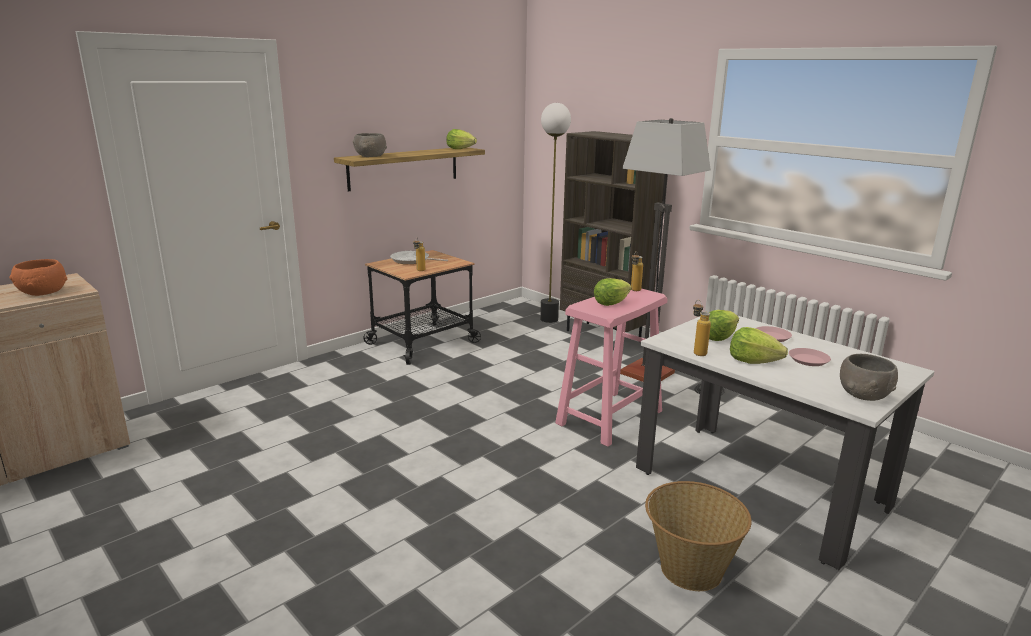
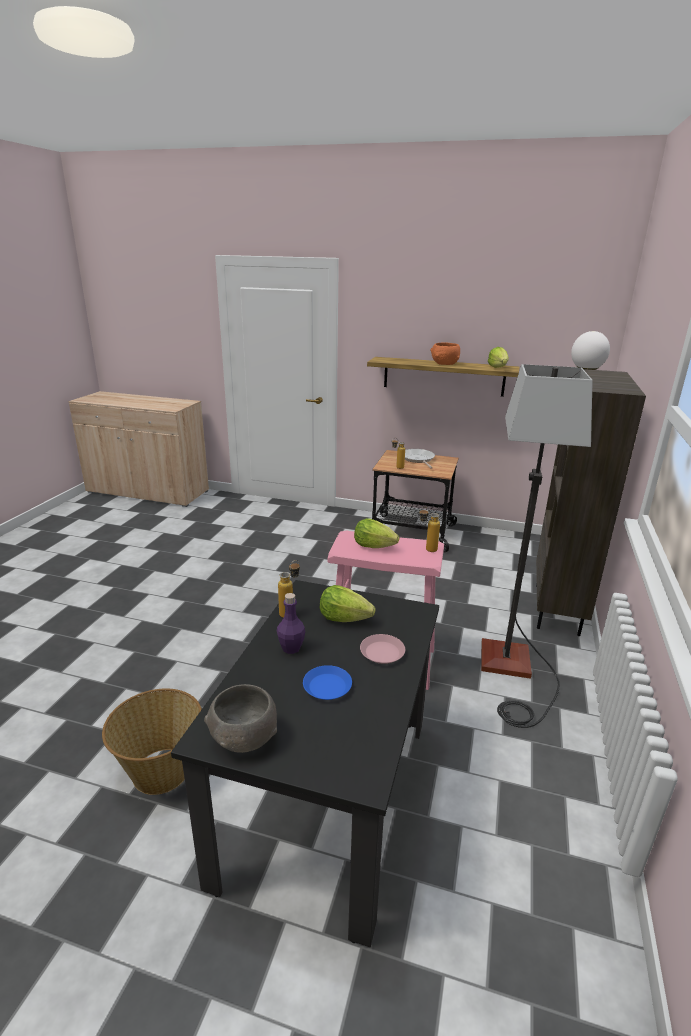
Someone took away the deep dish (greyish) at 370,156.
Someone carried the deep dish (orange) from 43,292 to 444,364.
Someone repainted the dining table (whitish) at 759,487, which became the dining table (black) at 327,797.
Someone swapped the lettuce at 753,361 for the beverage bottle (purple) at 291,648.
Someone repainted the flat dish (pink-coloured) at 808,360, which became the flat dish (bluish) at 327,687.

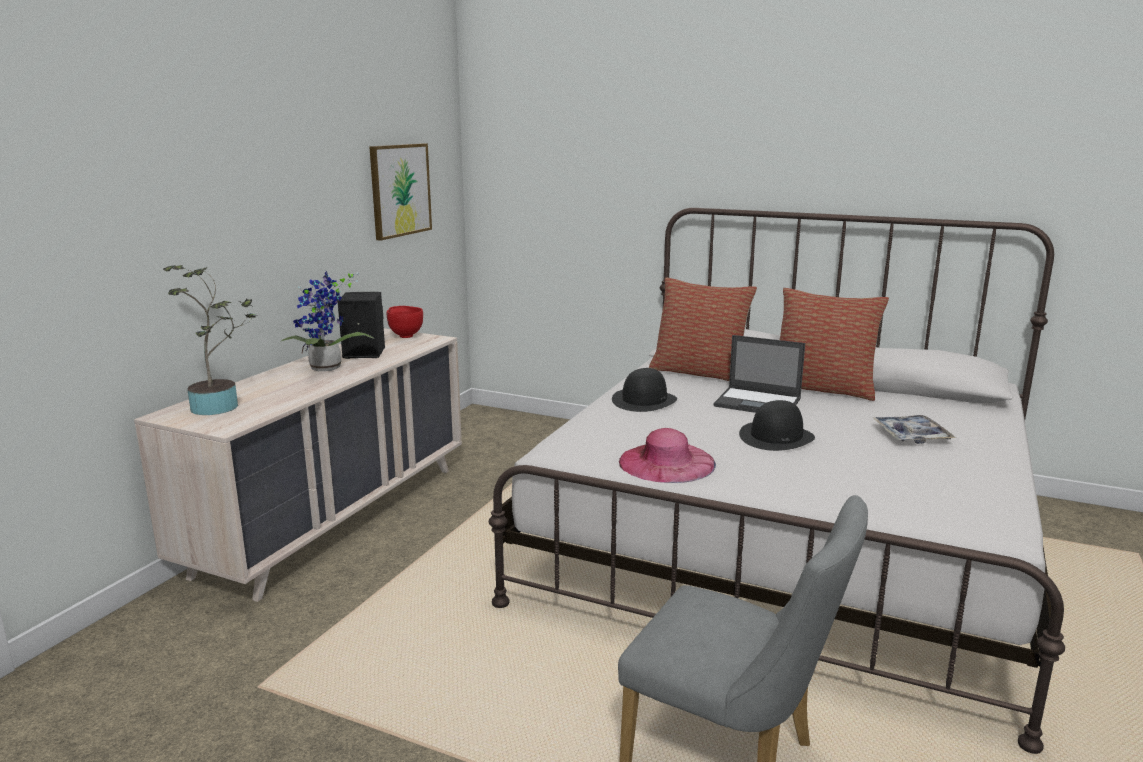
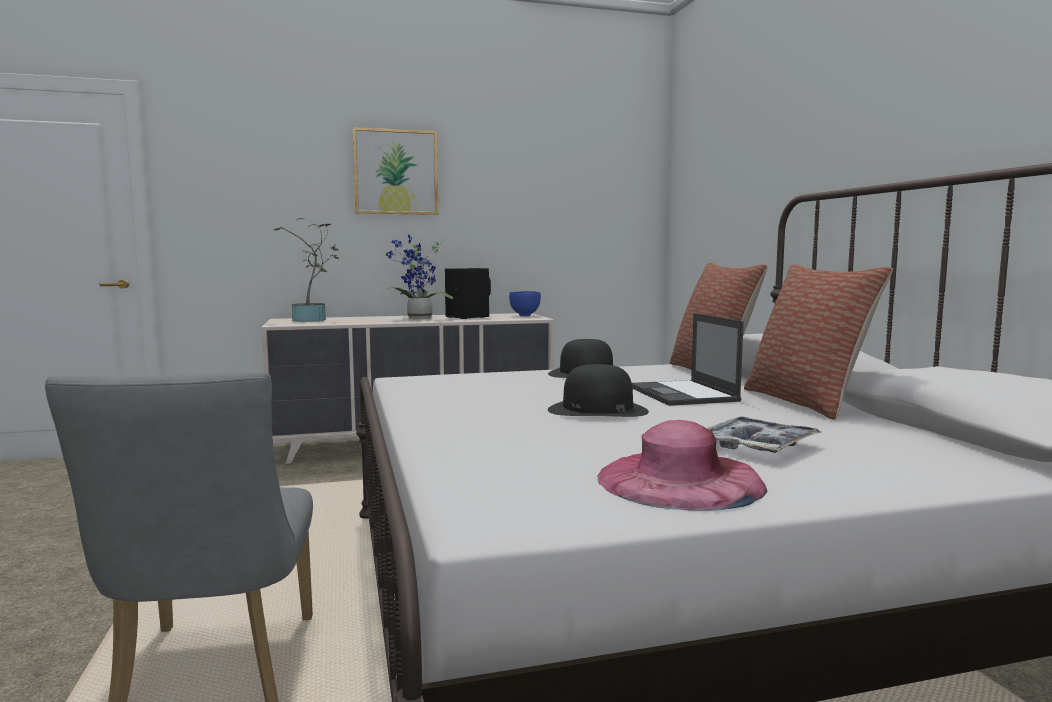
Someone carried the picture from 400,190 to 396,172.
Someone repainted the deep dish (reddish) at 405,336, which became the deep dish (bluish) at 525,315.
Someone carried the clothing hat (pink-coloured) from 666,462 to 680,480.

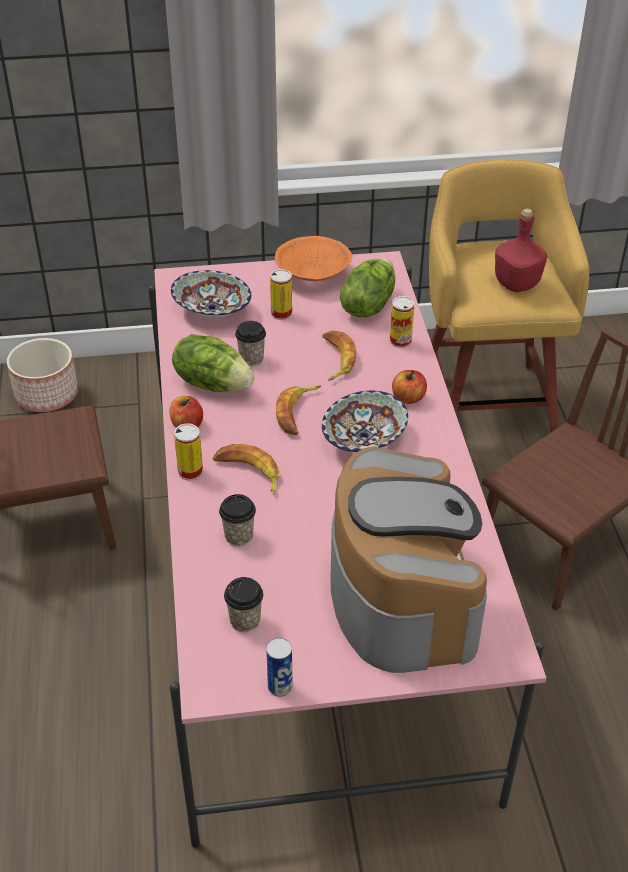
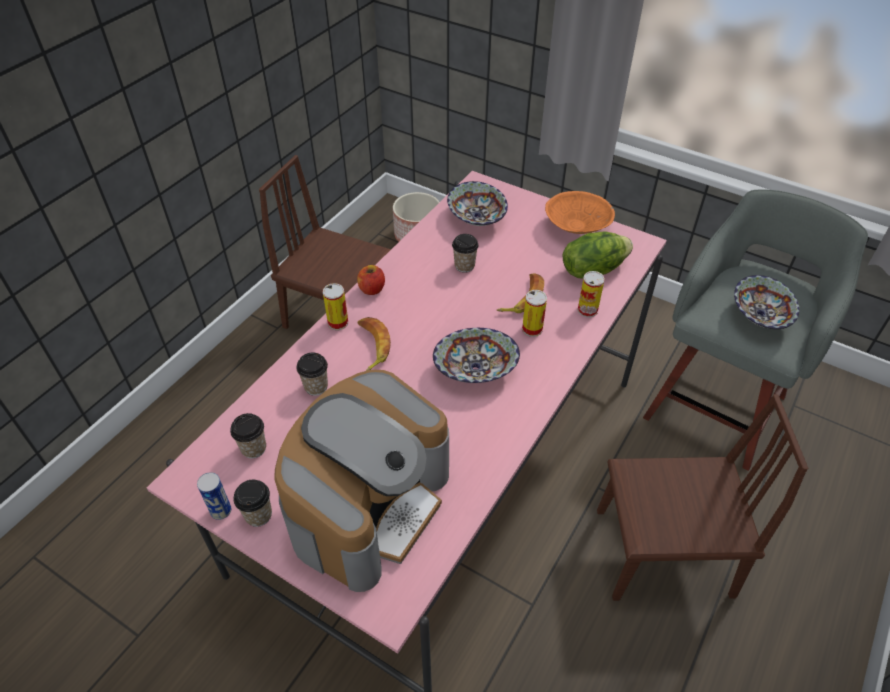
Someone repainted the stool (yellow-coloured) at 487,401, which became the stool (greyish) at 717,404.
Someone swapped the beverage bottle (reddish) at 516,283 for the deep dish at 759,315.
Someone carried the metal can from 281,313 to 532,329.
Someone took away the lettuce at 213,383.
Someone took away the apple fruit at 408,398.
Someone took away the banana at 297,413.
Someone put down the cup at 258,515.

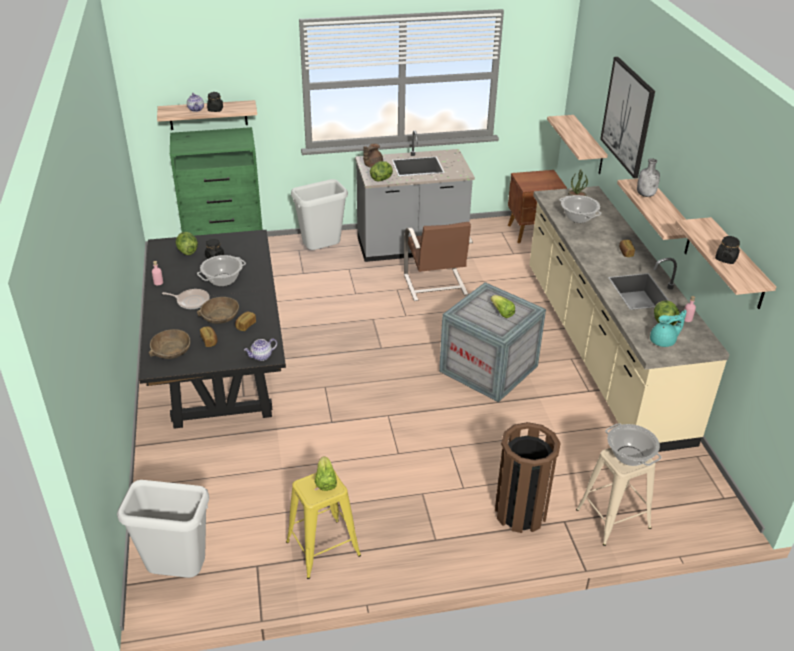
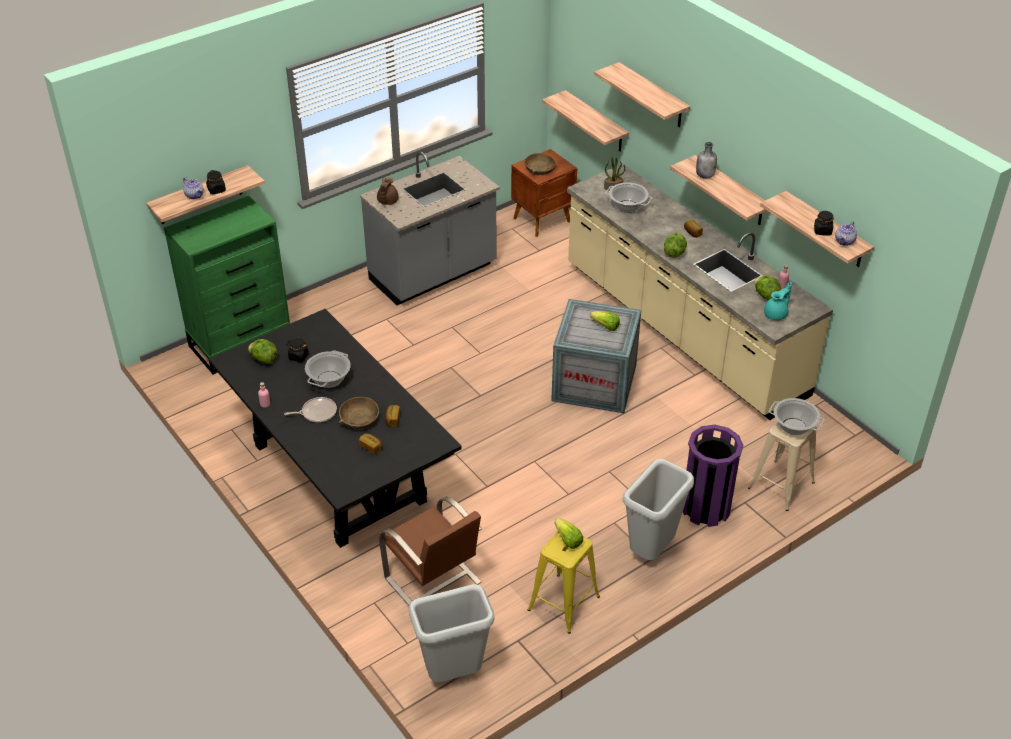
Someone swapped the picture at 627,116 for the bracket shelf at 652,96.
Someone carried the lettuce from 382,179 to 674,253.
Someone carried the rubbish bin (greyish) from 321,252 to 651,552.
Someone carried the upright chair (brown) from 435,285 to 433,582.
Someone carried the deep dish (brown) from 171,350 to 539,169.
Someone carried the tea pot from 261,356 to 844,241.
Someone repainted the rubbish bin (brown) at 520,512, which became the rubbish bin (purple) at 705,508.

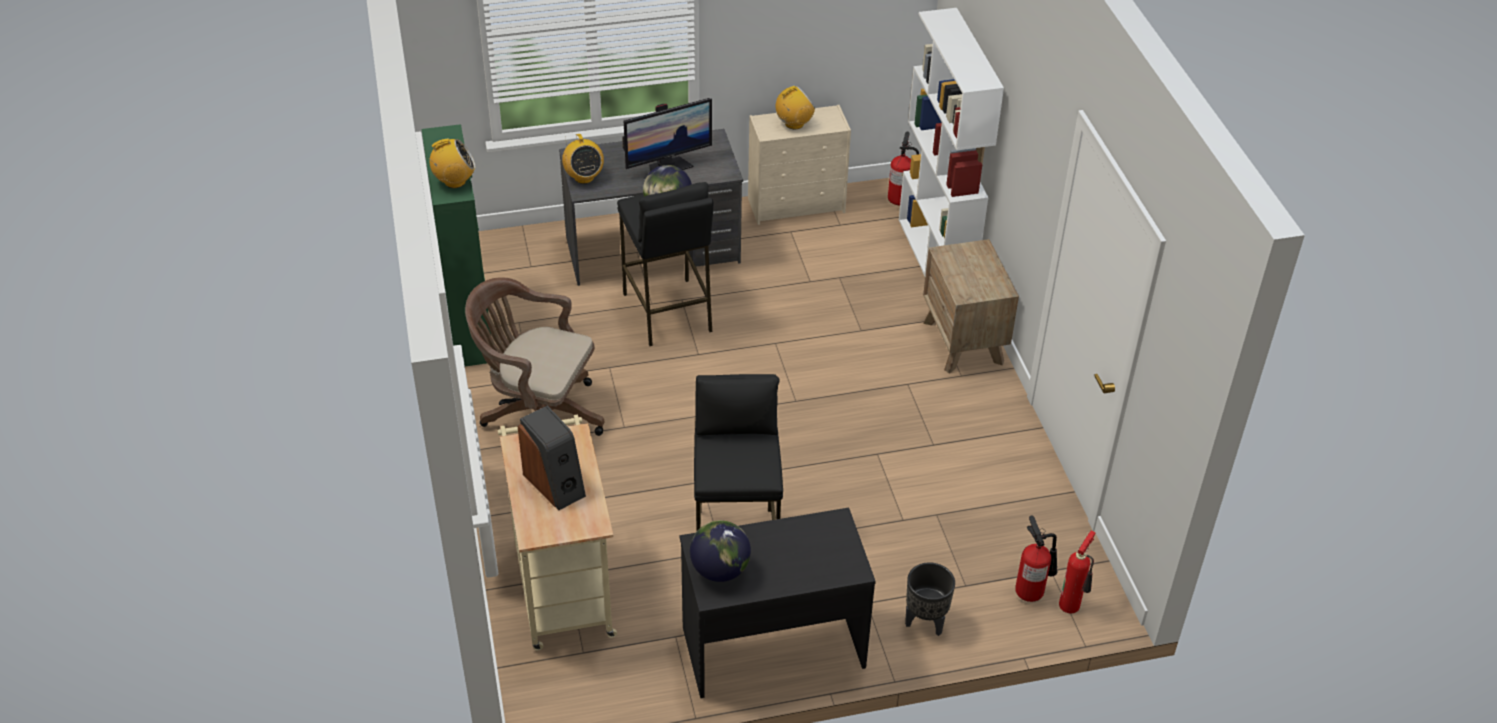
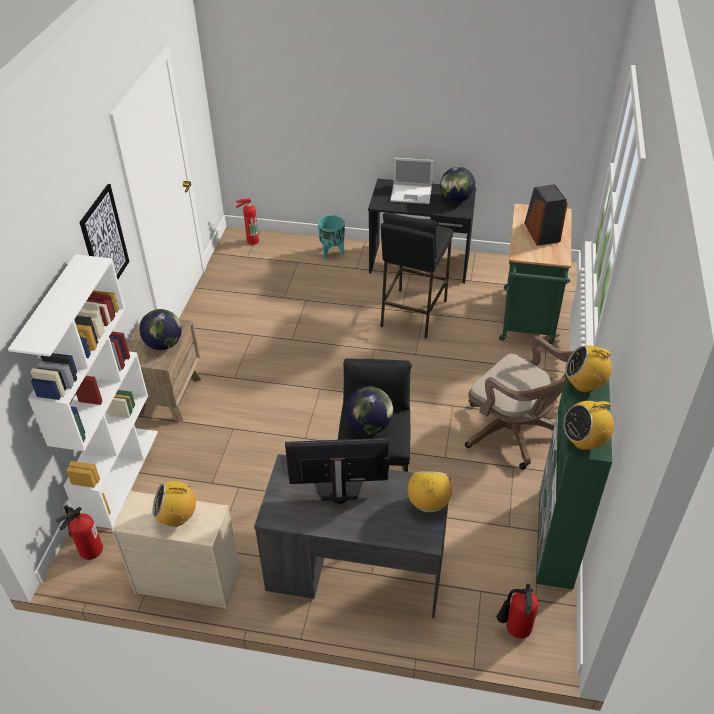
Someone repainted the wheeled cart (beige-coloured) at 562,584, which became the wheeled cart (green) at 527,321.
Someone carried the extinguisher from 1032,591 to 514,630.
Someone repainted the plant pot (black) at 925,622, which became the plant pot (turquoise-coloured) at 332,253.
Someone put down the portable computer at 412,194.
Someone put up the picture at 104,243.
Someone put down the desk globe at 164,344.
Someone put down the radio receiver at 584,441.

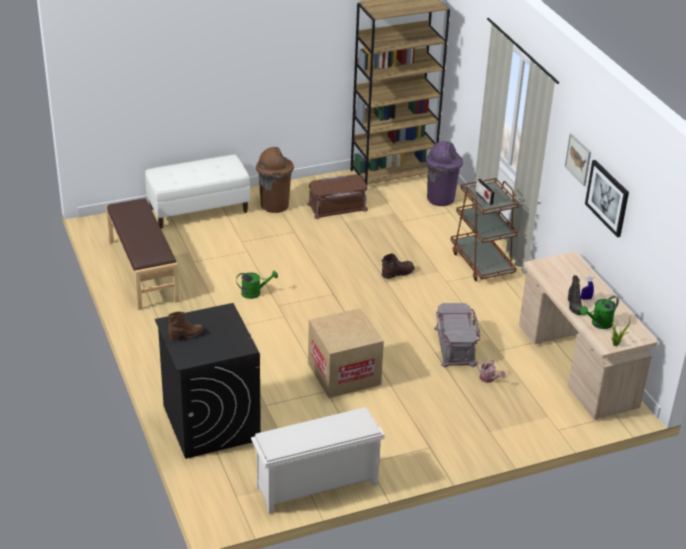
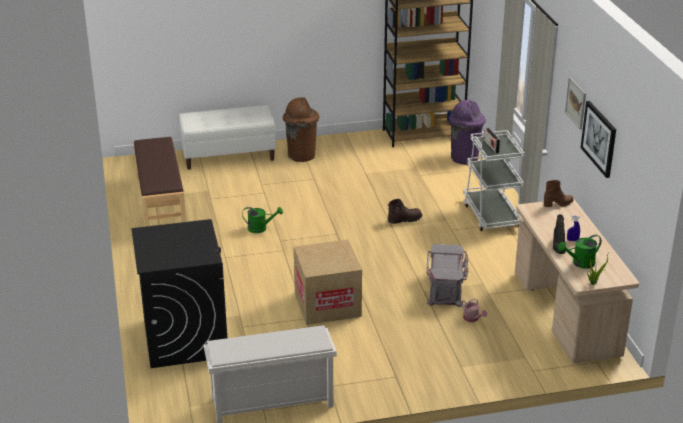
Someone took away the storage container (brown) at 337,206.
Someone repainted the wheeled cart (brown) at 482,262, which became the wheeled cart (whitish) at 491,215.
Someone carried the high-top boot (brown) from 186,335 to 558,204.

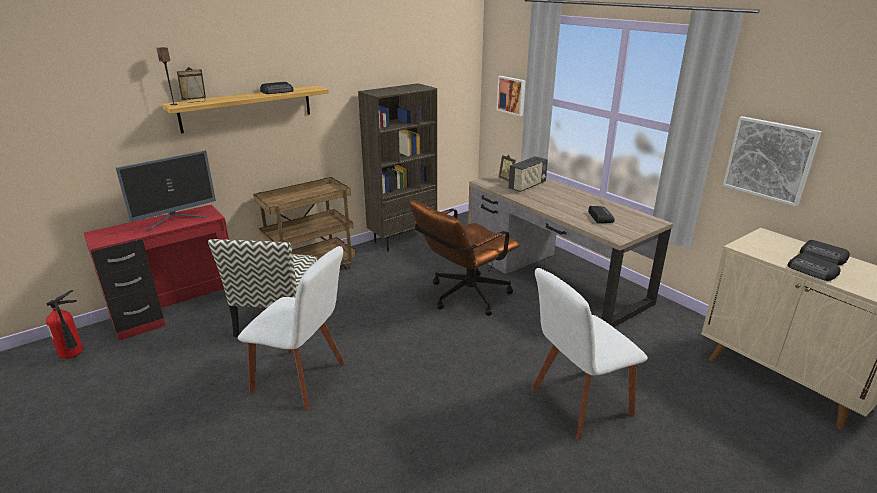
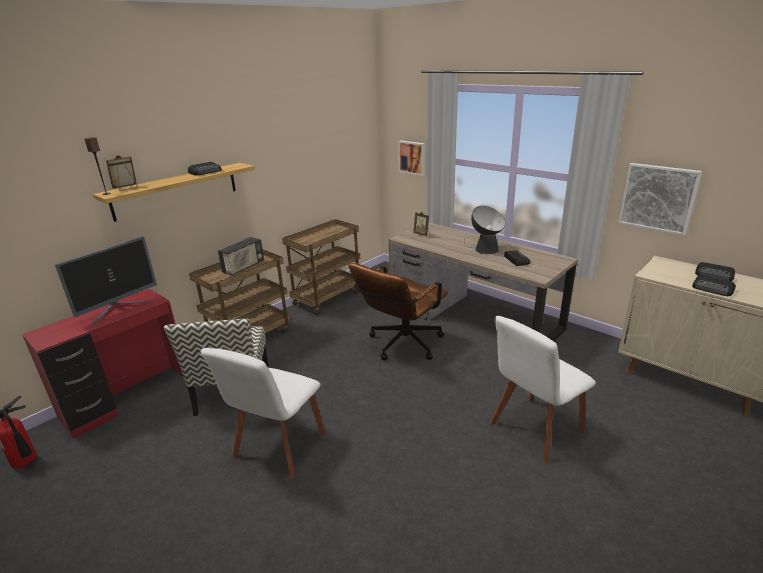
Someone swapped the shelving unit (brown) at 403,239 for the wheeled cart (brown) at 327,297.
Someone carried the radio receiver from 527,186 to 244,267.
Someone rotated the upright chair (whitish) at 303,379 by 105 degrees clockwise.
Someone put down the lamp for a table at 483,248.

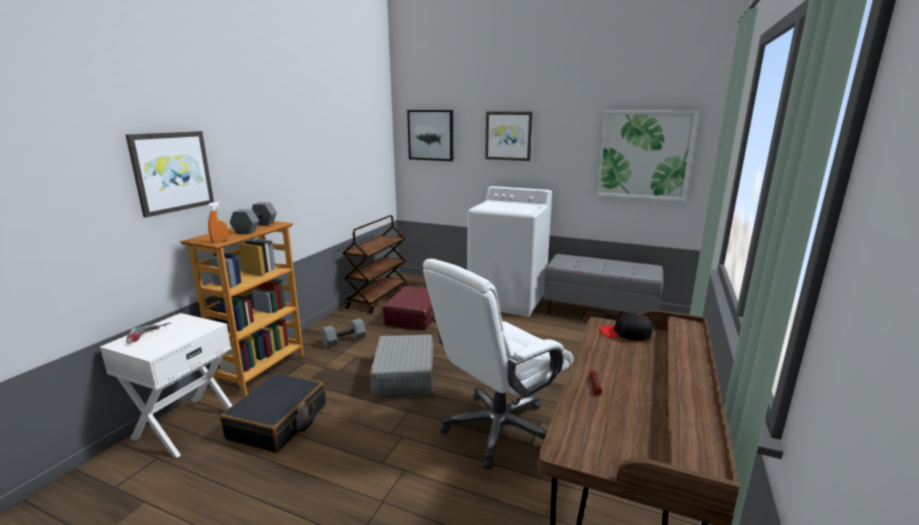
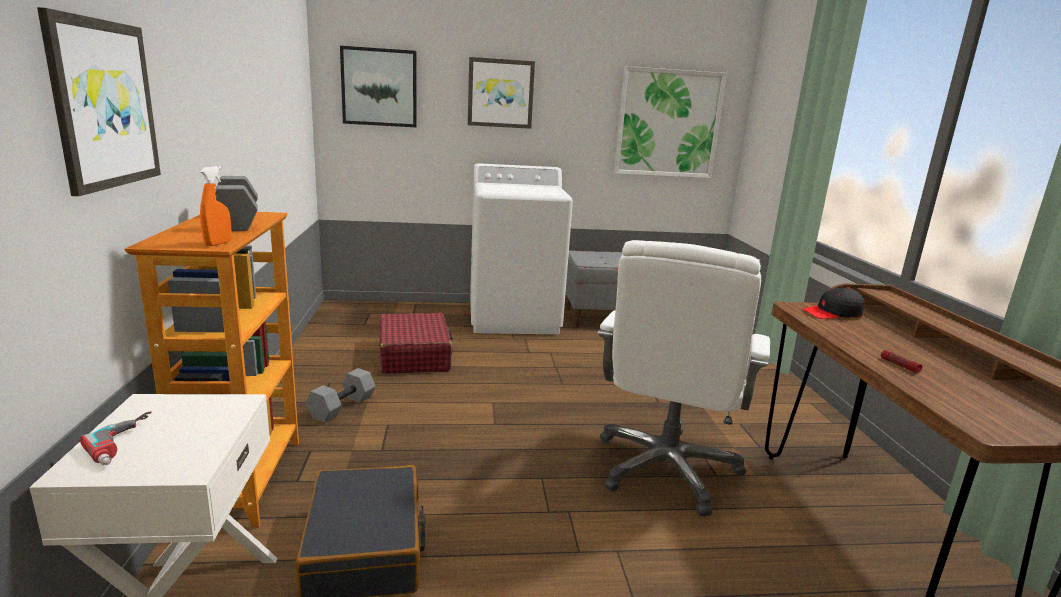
Someone took away the wheeled cart (brown) at 378,297.
Someone took away the piece of luggage (greyish) at 404,376.

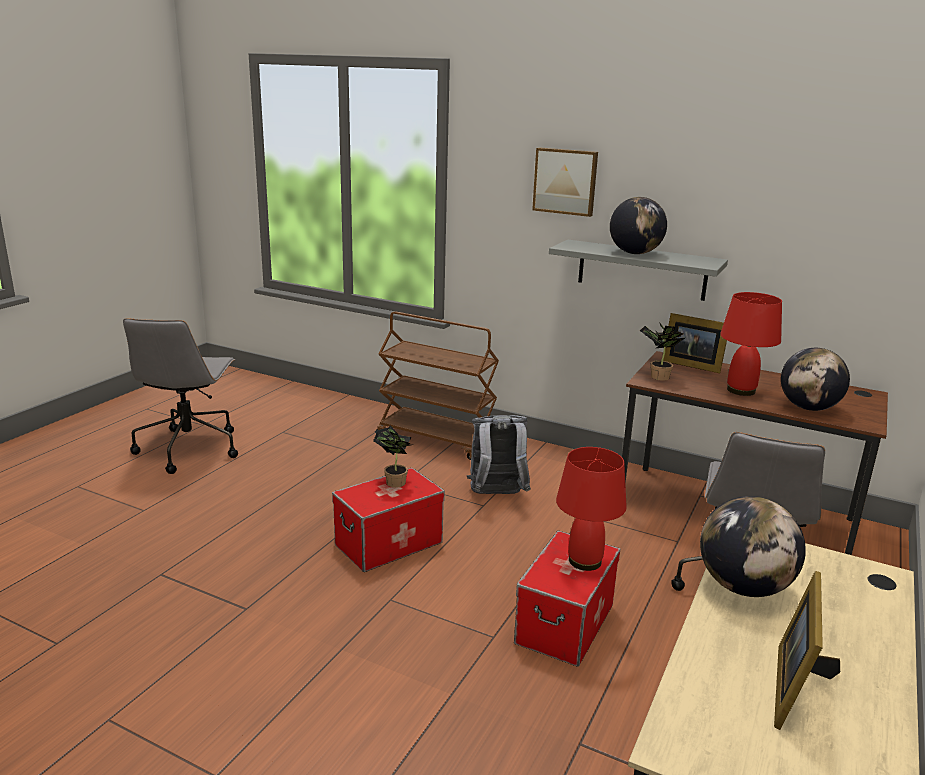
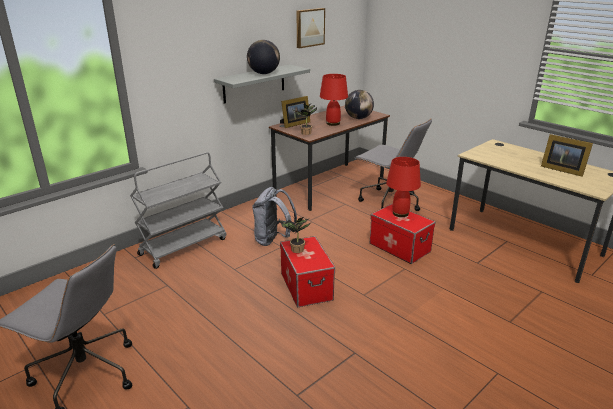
Someone carried the picture from 565,181 to 309,27.
Someone repainted the wheeled cart (brown) at 437,439, which became the wheeled cart (greyish) at 183,246.
Someone took away the desk globe at 743,587.

